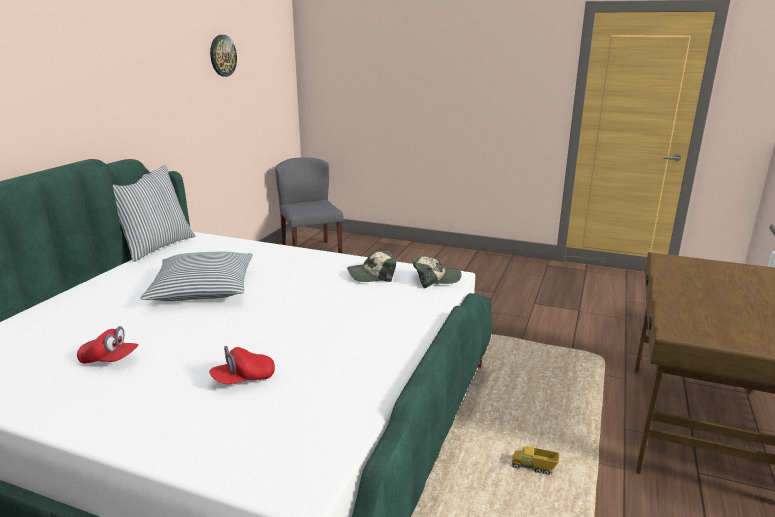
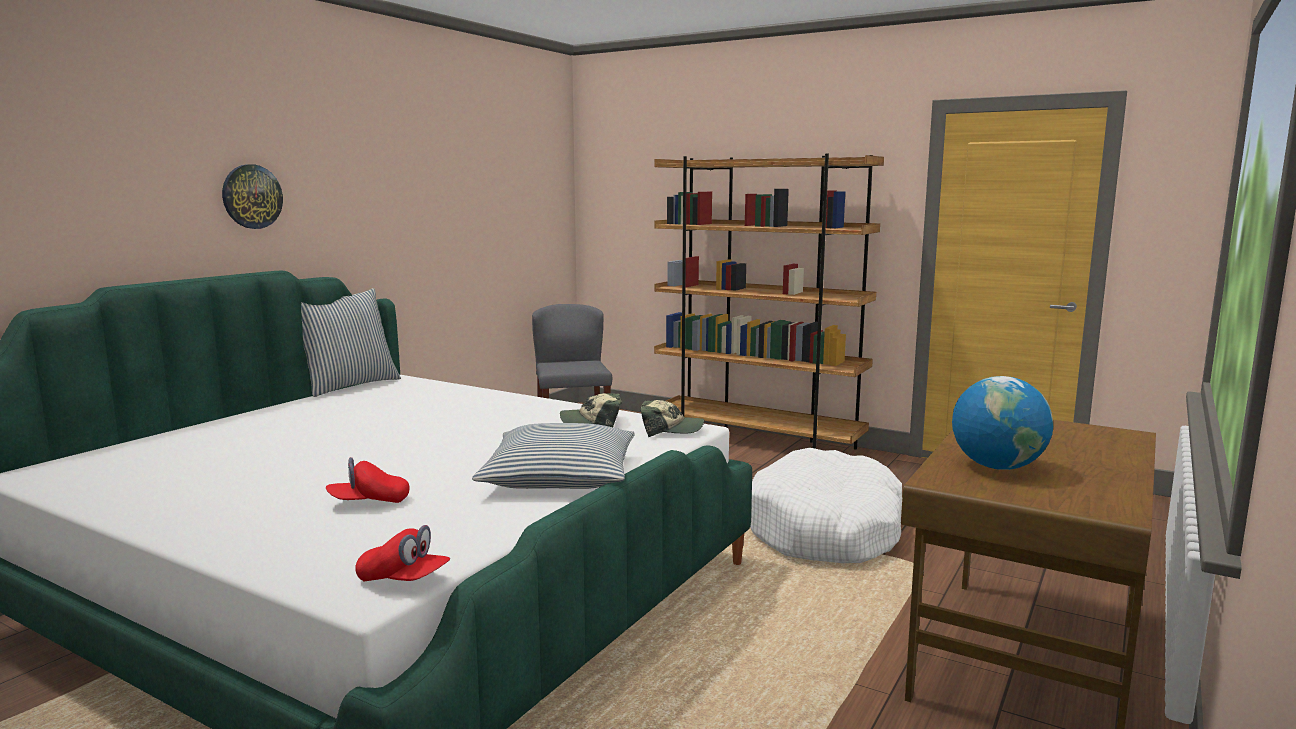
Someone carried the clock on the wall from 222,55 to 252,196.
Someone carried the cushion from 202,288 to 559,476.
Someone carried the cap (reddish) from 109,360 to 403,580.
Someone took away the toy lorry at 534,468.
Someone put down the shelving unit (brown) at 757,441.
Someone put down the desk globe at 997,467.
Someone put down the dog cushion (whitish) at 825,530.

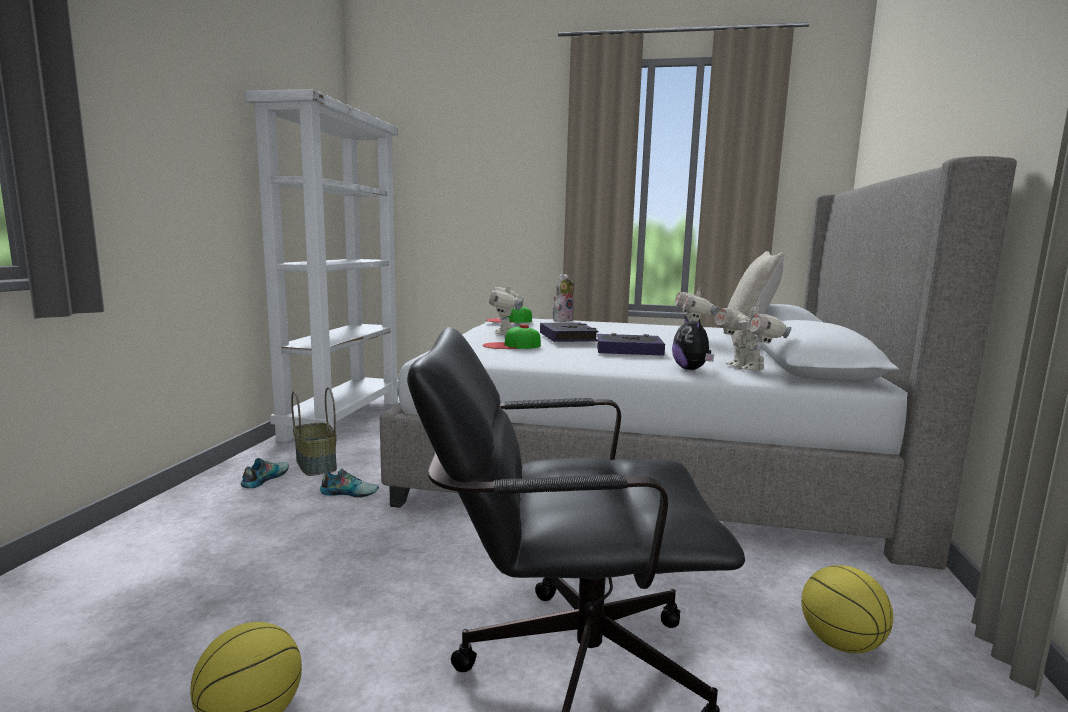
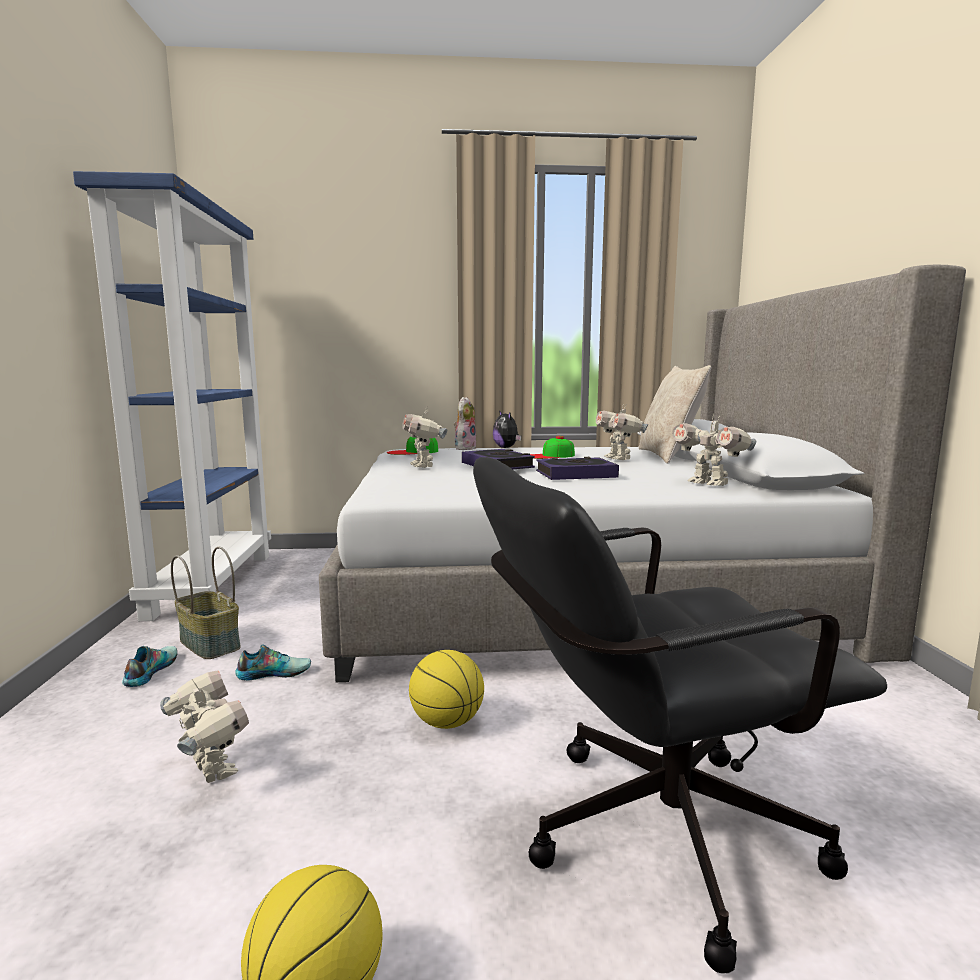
Someone repainted the shelving unit (whitish) at 343,418, which became the shelving unit (bluish) at 212,583.
Someone carried the soft toy from 691,369 to 506,447.
Someone carried the cap from 511,345 to 550,456.
Someone carried the basketball from 840,643 to 446,722.
Someone put down the robot figure at 211,770.

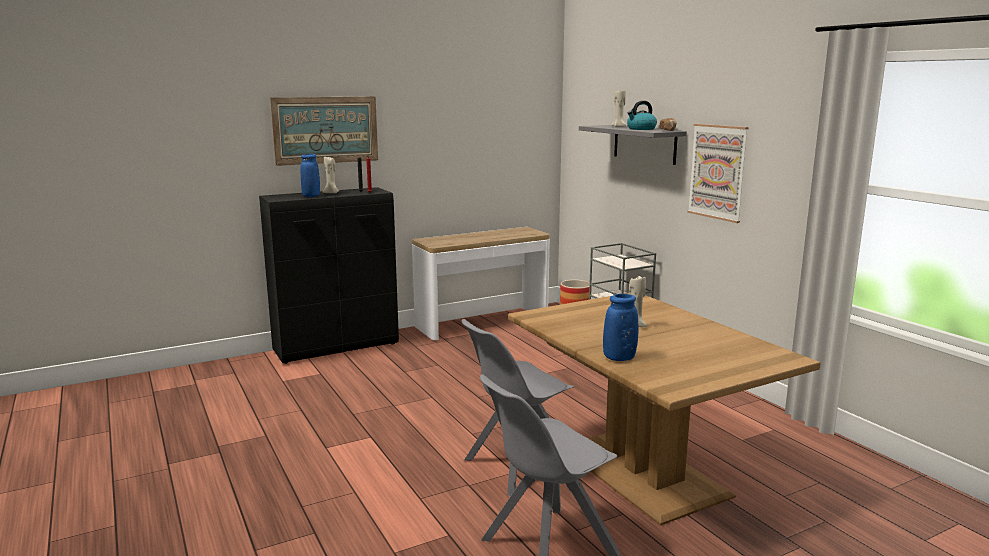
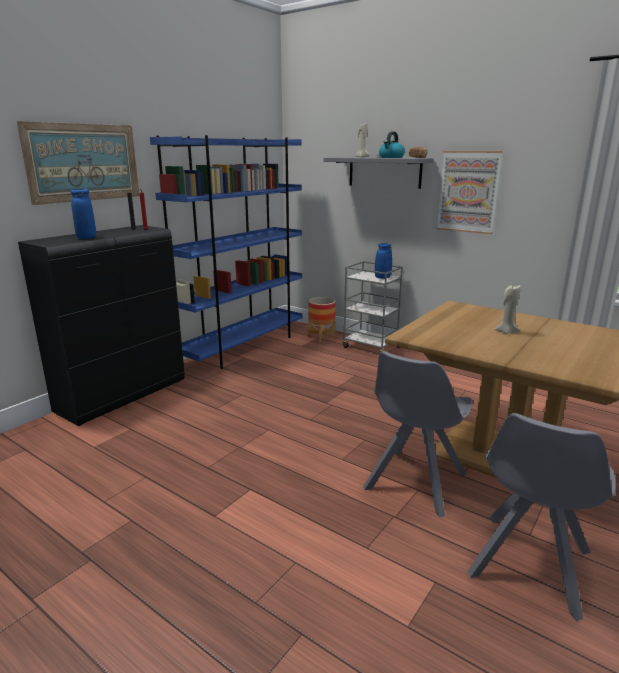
Someone took away the wax light (beige-coloured) at 331,193.
Someone swapped the console table at 482,323 for the shelving unit (bluish) at 243,347.
Someone carried the flower vase (bluish) from 619,358 to 382,277.

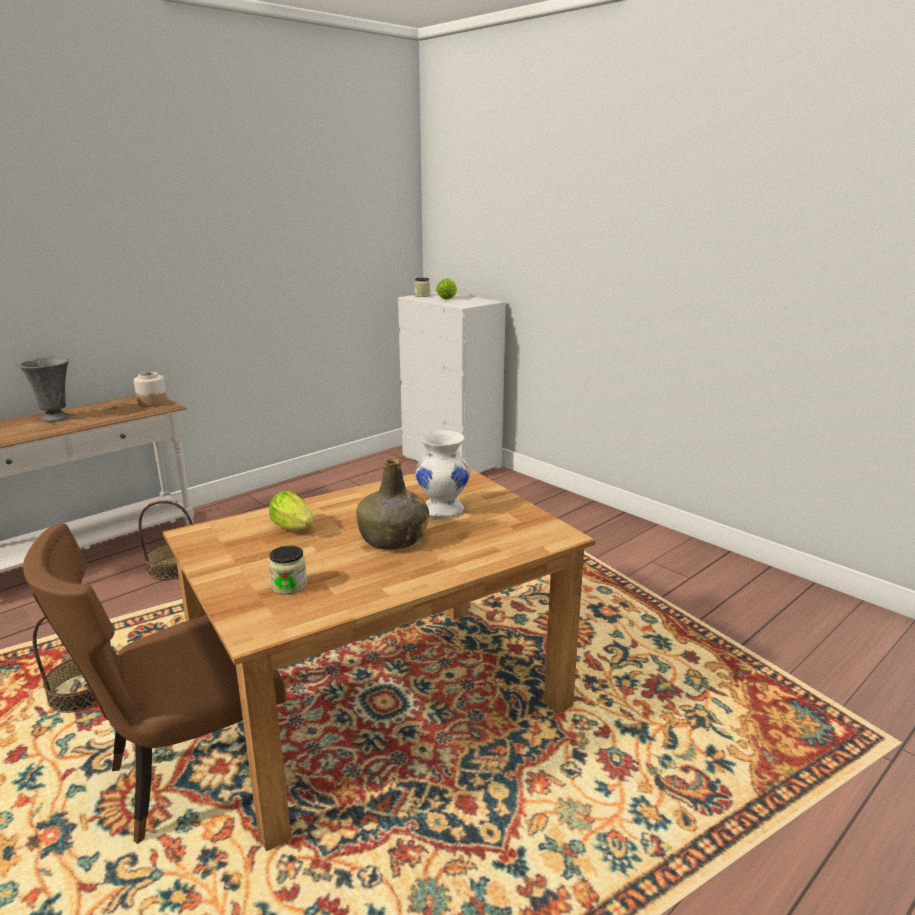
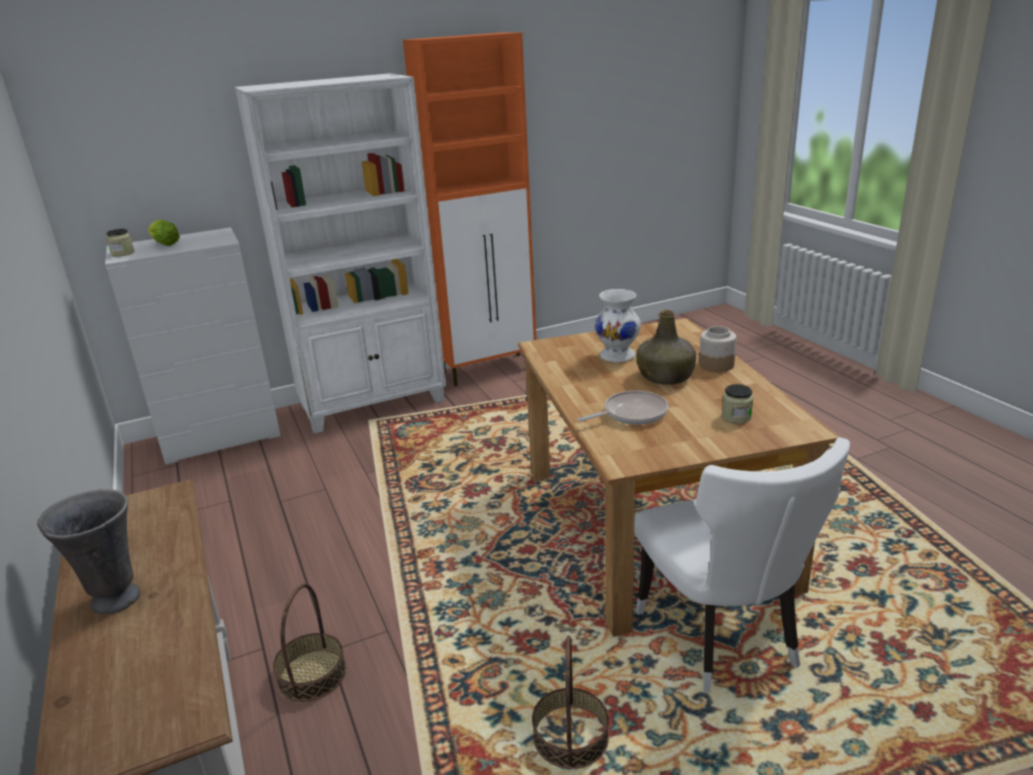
Someone carried the preserve jar from 152,403 to 716,365.
Someone swapped the lettuce at 295,529 for the skillet at 631,414.
Someone repainted the upright chair (brown) at 187,777, which became the upright chair (whitish) at 723,640.
Someone put down the cabinet (orange) at 489,369.
Someone put down the shelving unit (whitish) at 374,404.

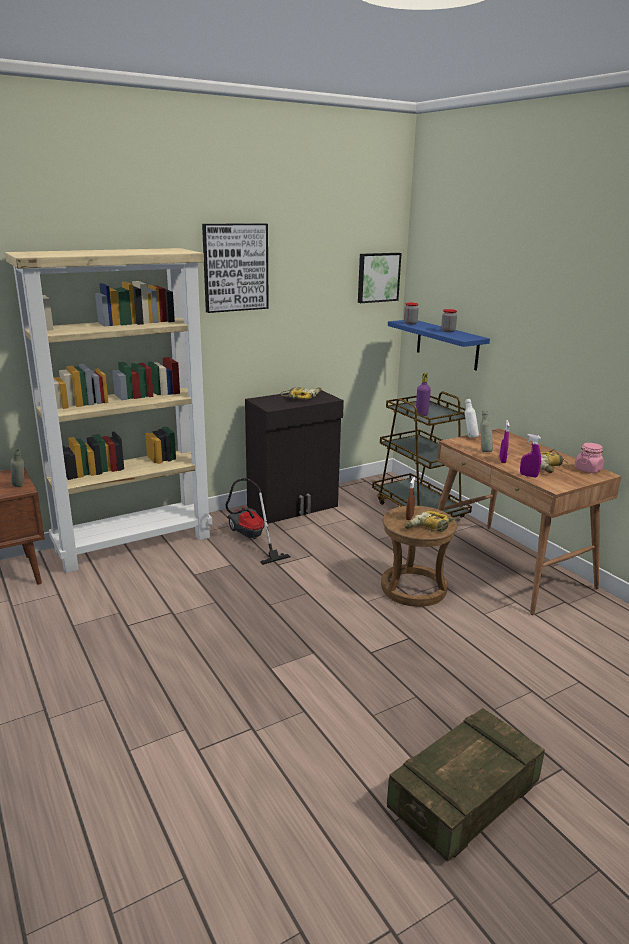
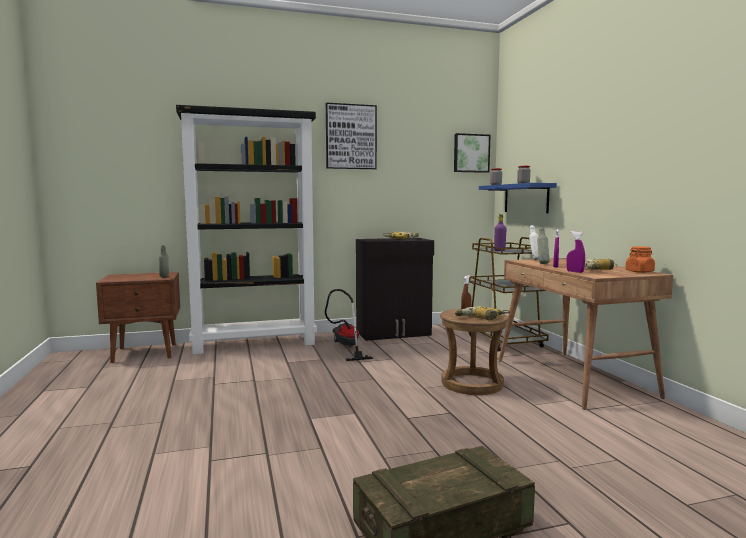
Someone repainted the shelving unit (beige-coloured) at 135,543, which became the shelving unit (black) at 255,343.
Someone repainted the preserve jar (pink-coloured) at 588,469, which became the preserve jar (orange) at 639,271.

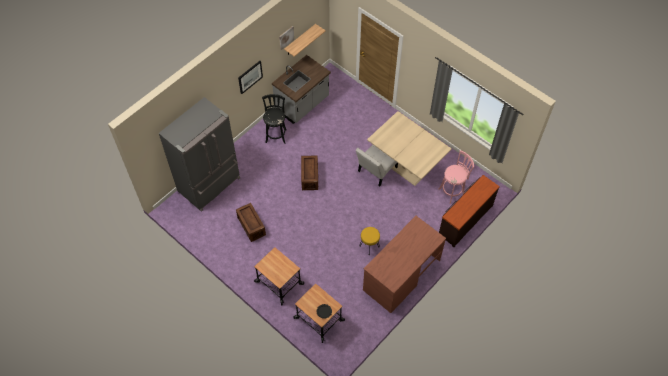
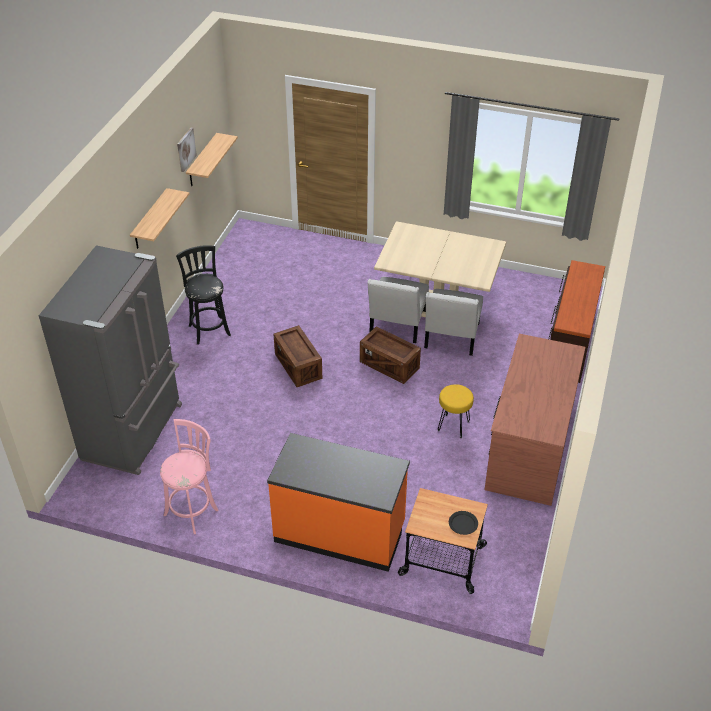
Someone took away the counter (greyish) at 302,104.
Someone swapped the picture at 250,77 for the bracket shelf at 150,220.
Someone carried the stool (pink-coloured) from 452,191 to 193,510.
Someone carried the packing crate from 251,226 to 389,365.
Someone swapped the wheeled cart at 279,283 for the counter (orange) at 340,532.
Someone put down the upright chair (whitish) at 451,338.

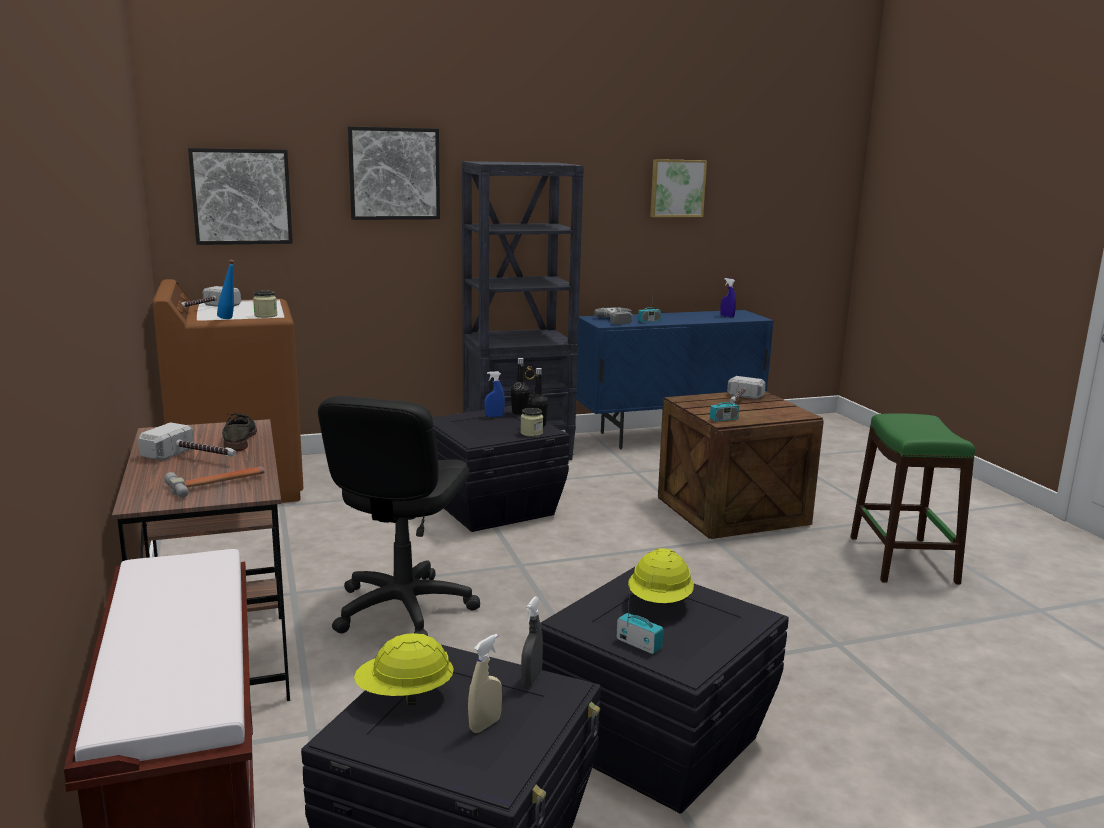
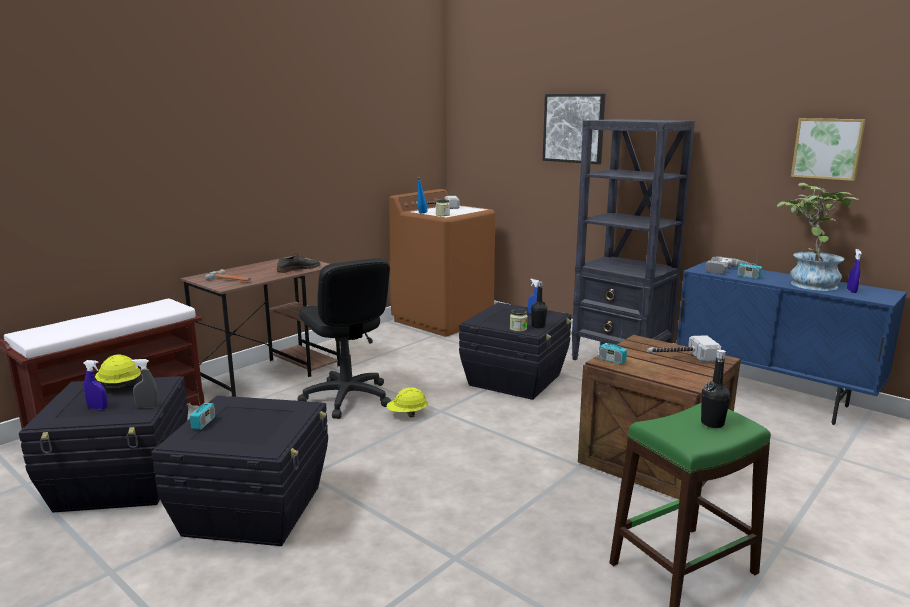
Someone took away the picture at 241,196.
Someone carried the beverage bottle (black) from 520,413 to 712,423.
Someone rotated the desk chair (black) at 402,609 by 105 degrees counterclockwise.
Someone took away the hammer at 194,458.
Someone carried the work helmet (yellow-coloured) from 660,603 to 407,414.
Someone repainted the spray bottle (beige-coloured) at 485,725, which became the spray bottle (bluish) at 97,408.
Someone put down the houseplant at 807,283.

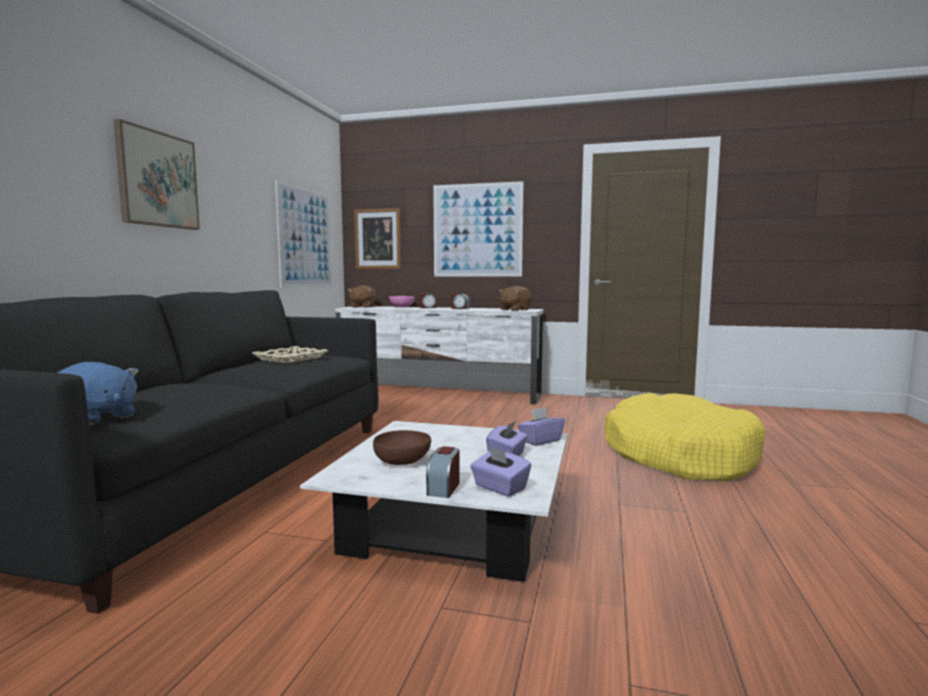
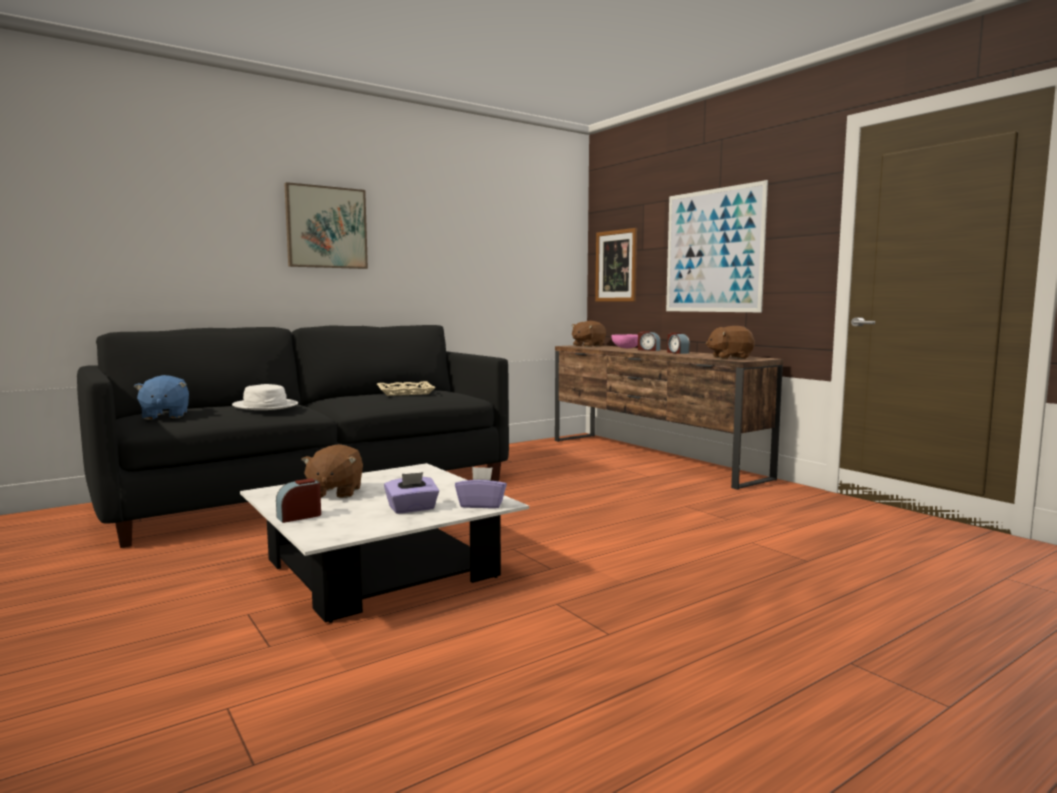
Someone took away the picture at 306,238.
Someone repainted the tv stand (whitish) at 439,393, which became the tv stand (brown) at 652,458.
Someone took away the dog cushion (yellow-coloured) at 678,455.
Someone swapped the deep dish (brown) at 402,461 for the soft toy (brown) at 335,492.
Someone took away the box of tissues (purple) at 499,488.
Someone put down the clothing hat (whitish) at 265,406.

